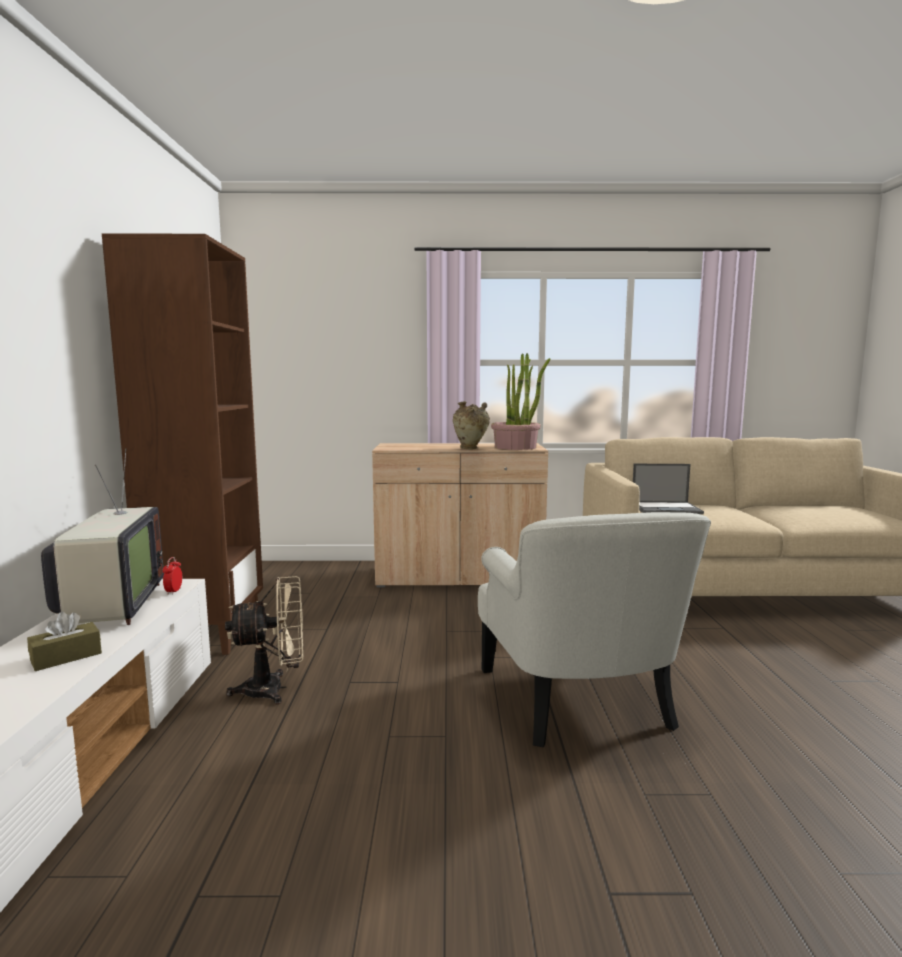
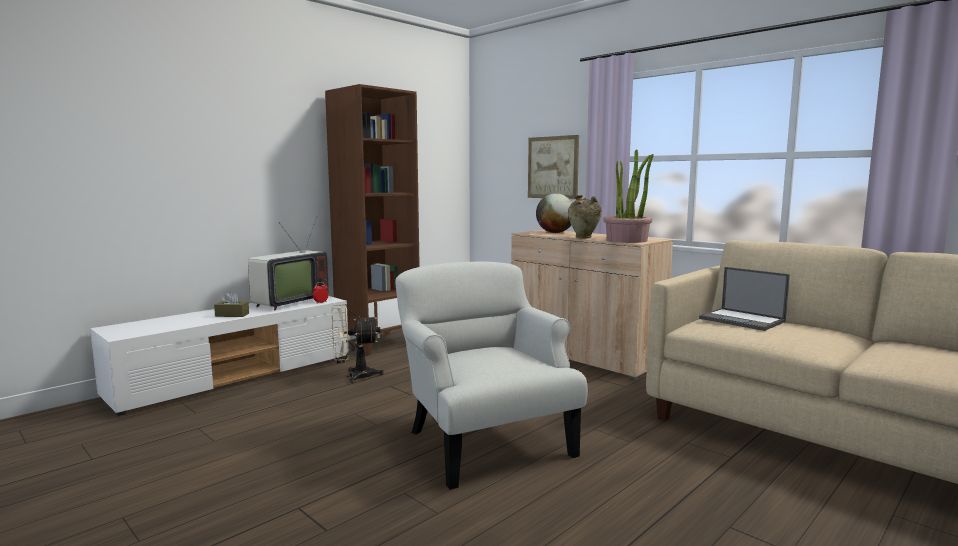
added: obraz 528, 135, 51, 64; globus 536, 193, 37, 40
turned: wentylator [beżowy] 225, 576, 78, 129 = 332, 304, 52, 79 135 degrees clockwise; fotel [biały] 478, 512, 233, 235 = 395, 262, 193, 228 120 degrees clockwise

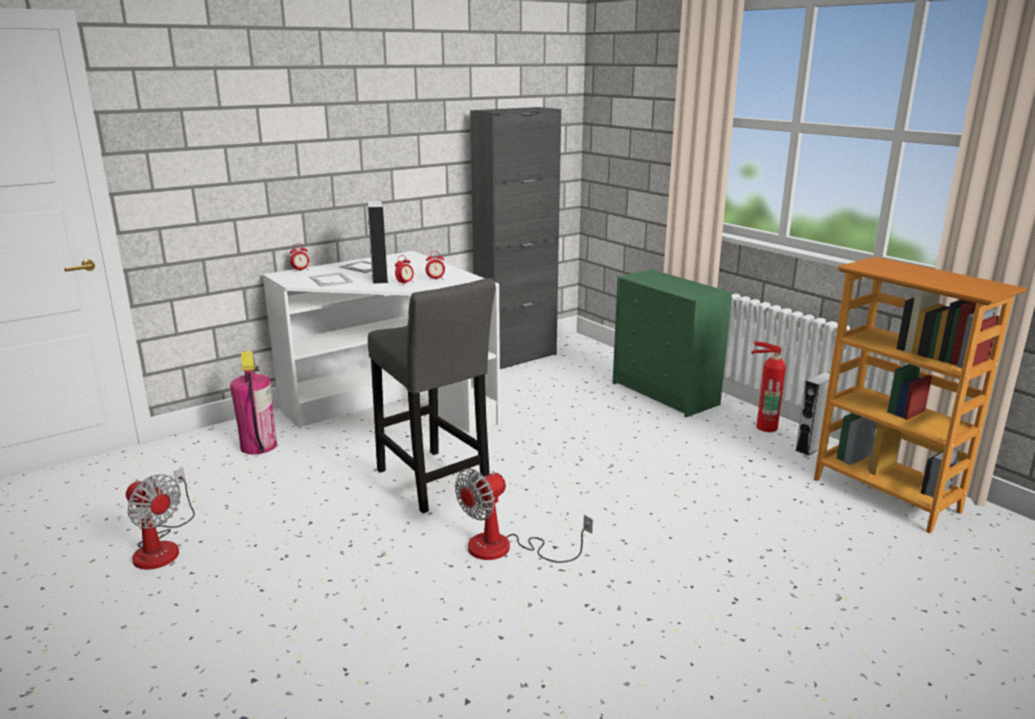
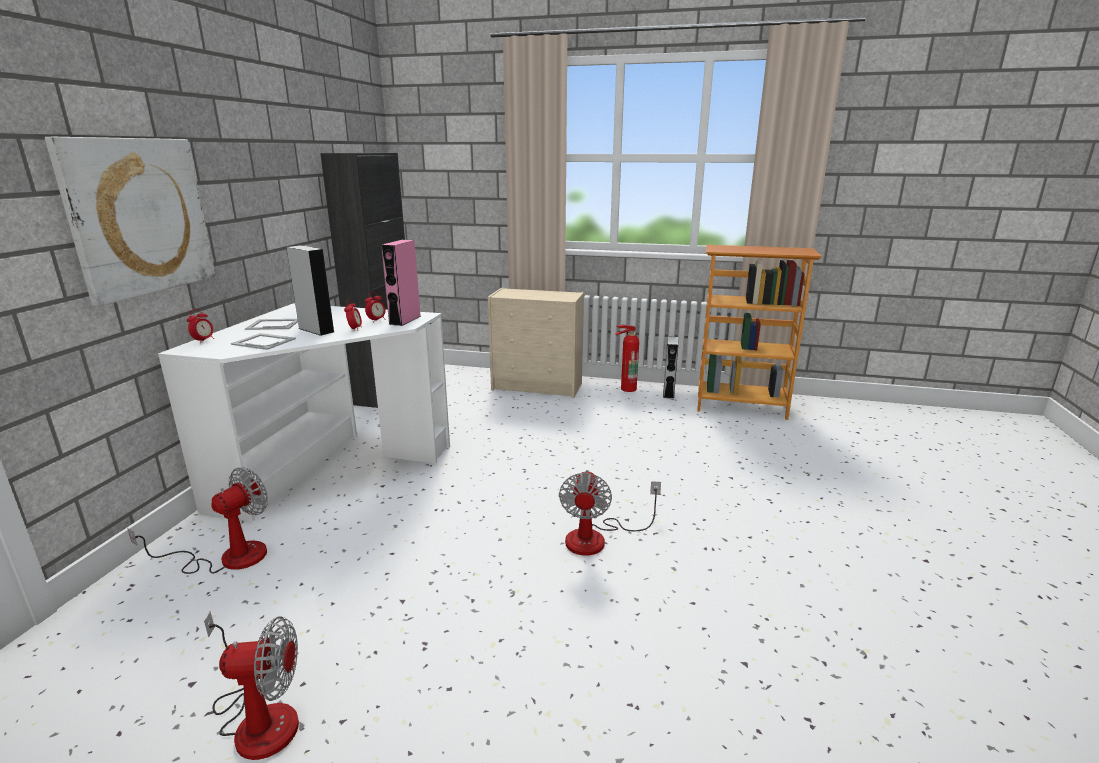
removed: stołek [szary] 368, 278, 128, 235
added: obraz 45, 137, 171, 169; głośnik [różowy] 381, 240, 40, 86
replaced: gaśnica 230, 351, 47, 104 to wentylator 127, 467, 141, 107
recoloured: komoda [zielony] 613, 269, 119, 148 to komoda [beżowy] 488, 288, 96, 110

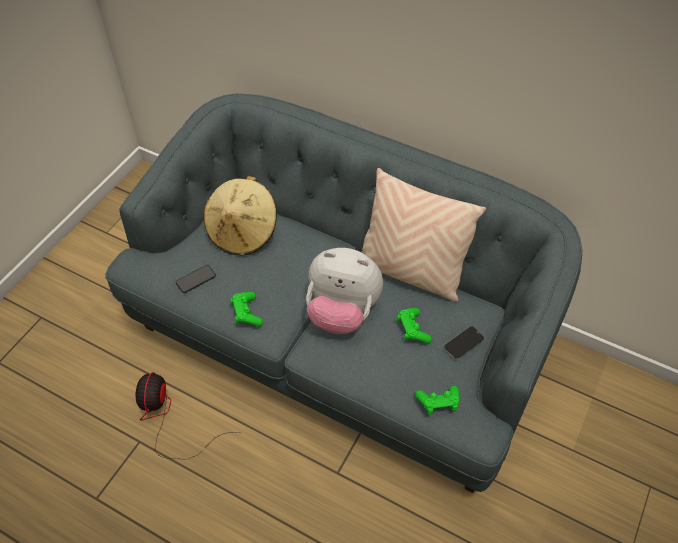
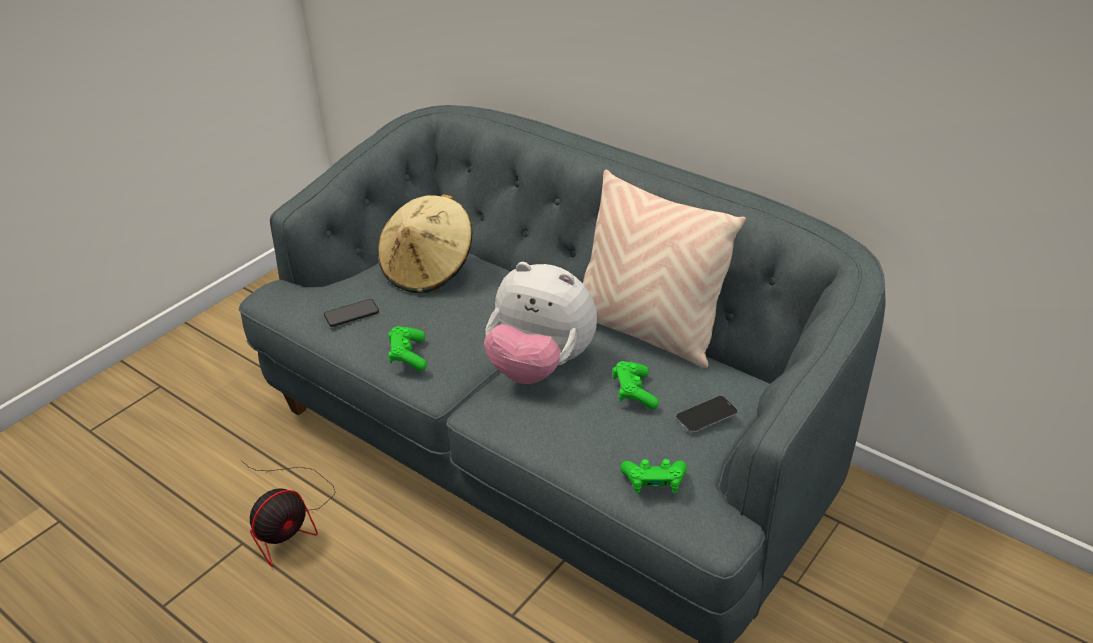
turned: wentylator 135, 372, 104, 88 = 241, 460, 94, 107 150 degrees counterclockwise

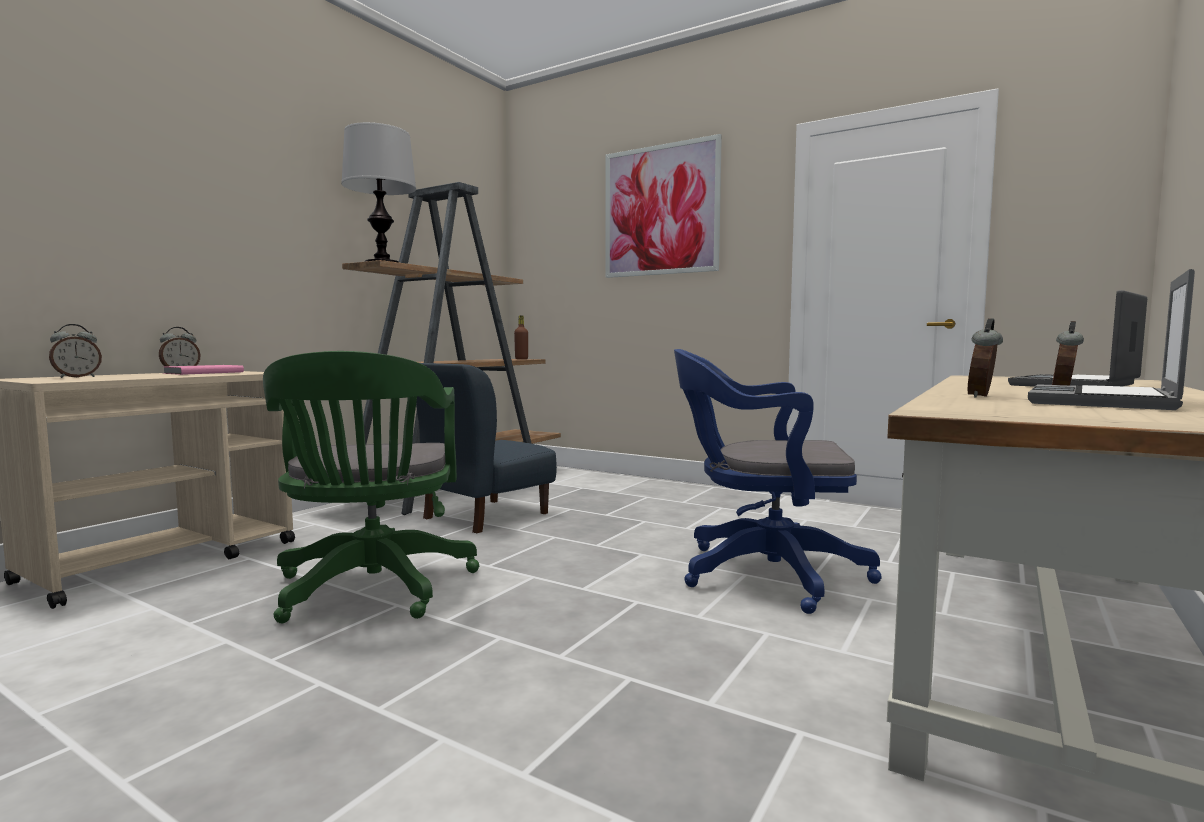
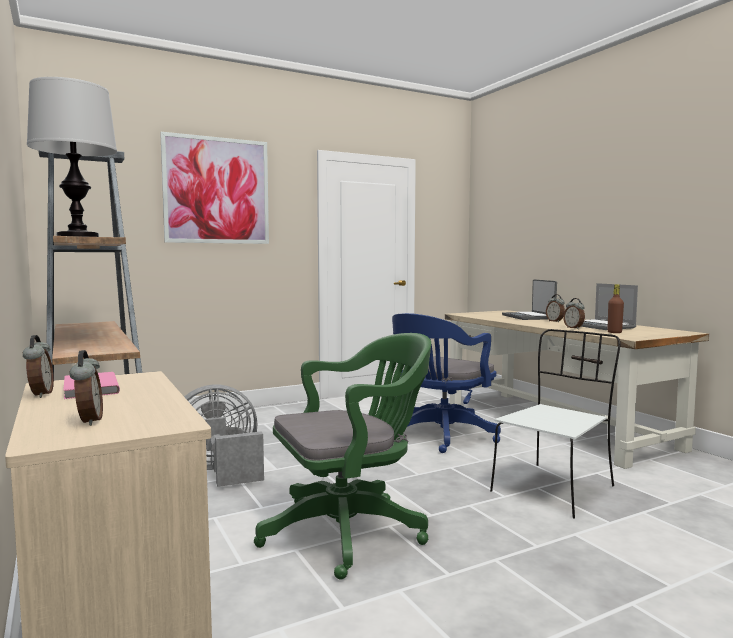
added: krzesło [biały] 490, 329, 131, 190
moved: butelka [brązowy] 514, 315, 14, 44 to 608, 284, 16, 49
replaced: krzesło [niebieski] 416, 363, 141, 170 to wentylator [szary] 184, 385, 80, 102
turned: krzesło biurowe [zielony] 263, 351, 216, 272 = 254, 333, 177, 247 45 degrees counterclockwise

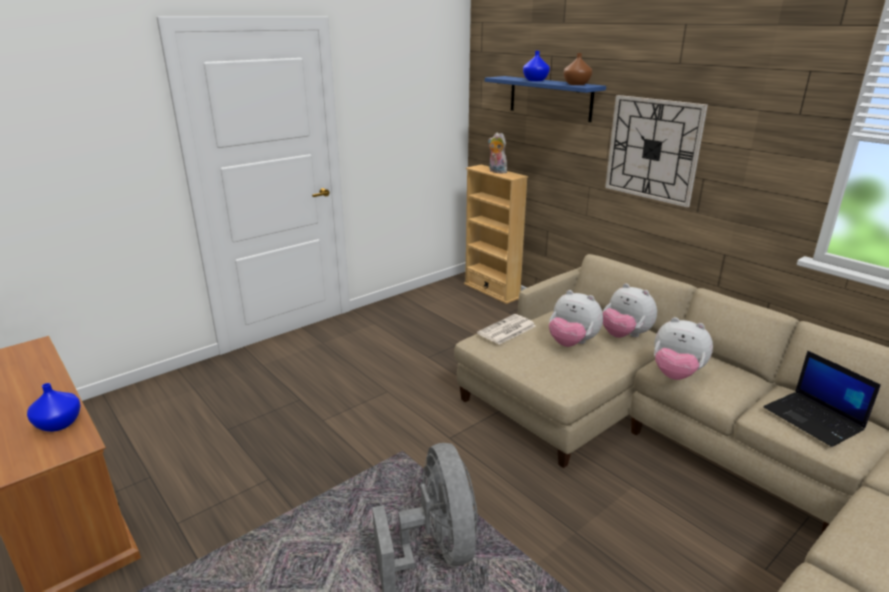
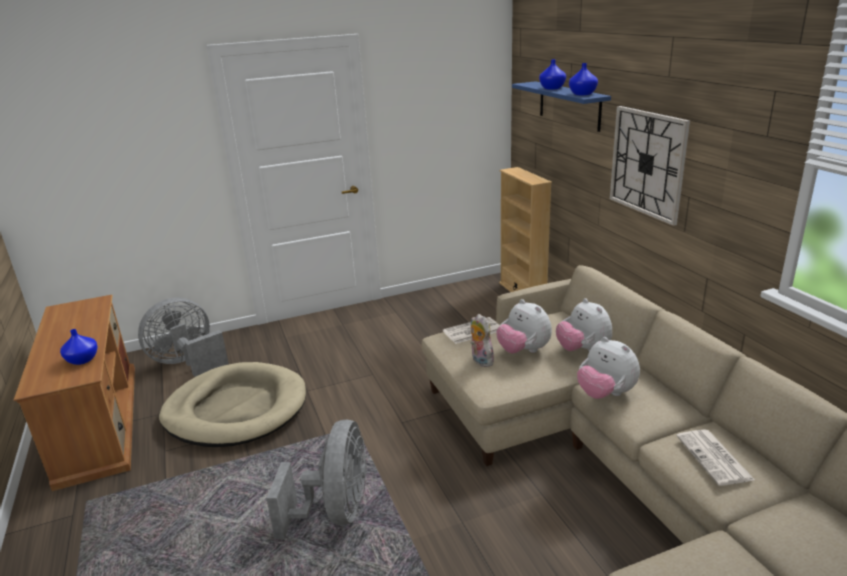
added: wentylator [szary] 138, 297, 91, 80; legowisko [beżowy] 159, 362, 147, 85
moved: pluszak 488, 133, 19, 40 to 471, 314, 23, 53
replaced: laptop 763, 351, 118, 96 to gazeta 676, 429, 79, 57
recoloured: wazon [brązowy] 564, 53, 28, 32 to wazon [niebieski] 569, 63, 29, 32

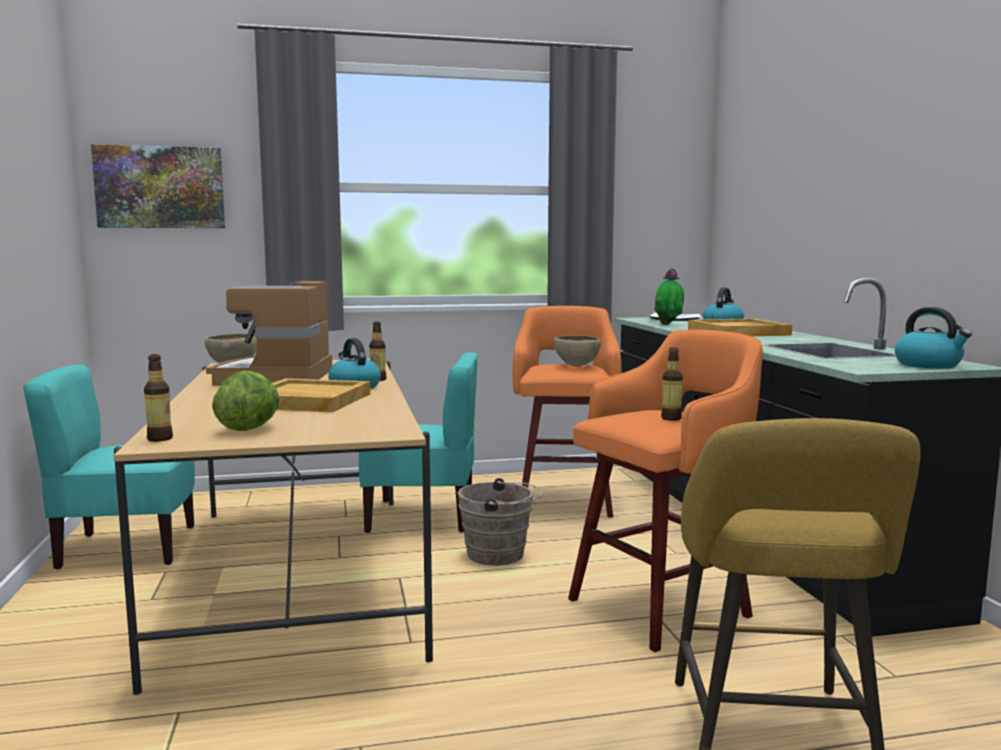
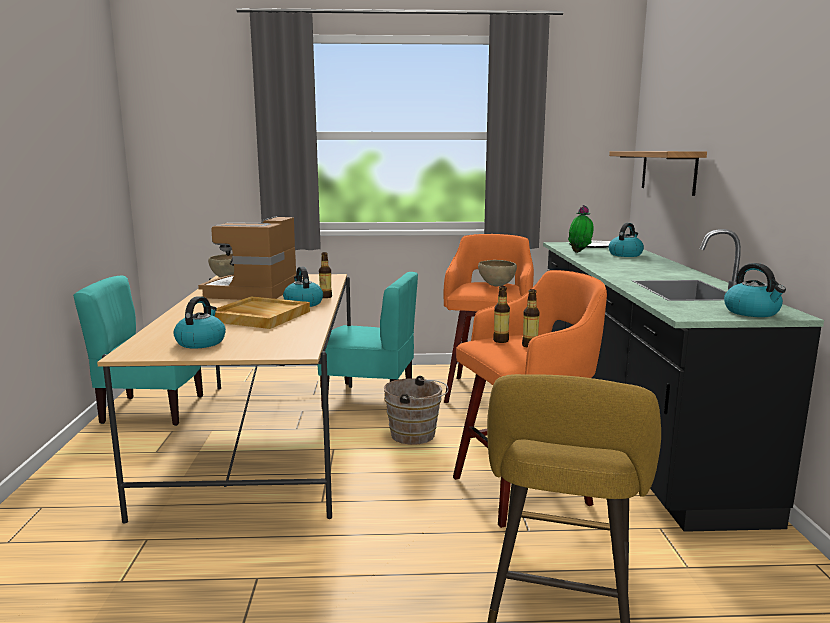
removed: obraz 91, 144, 134, 84; taca [beżowy] 688, 318, 104, 18
added: półka 609, 151, 98, 45
moved: butelka 144, 354, 29, 88 to 493, 286, 17, 57
replaced: sałata 212, 370, 67, 61 to czajnik 173, 296, 53, 52

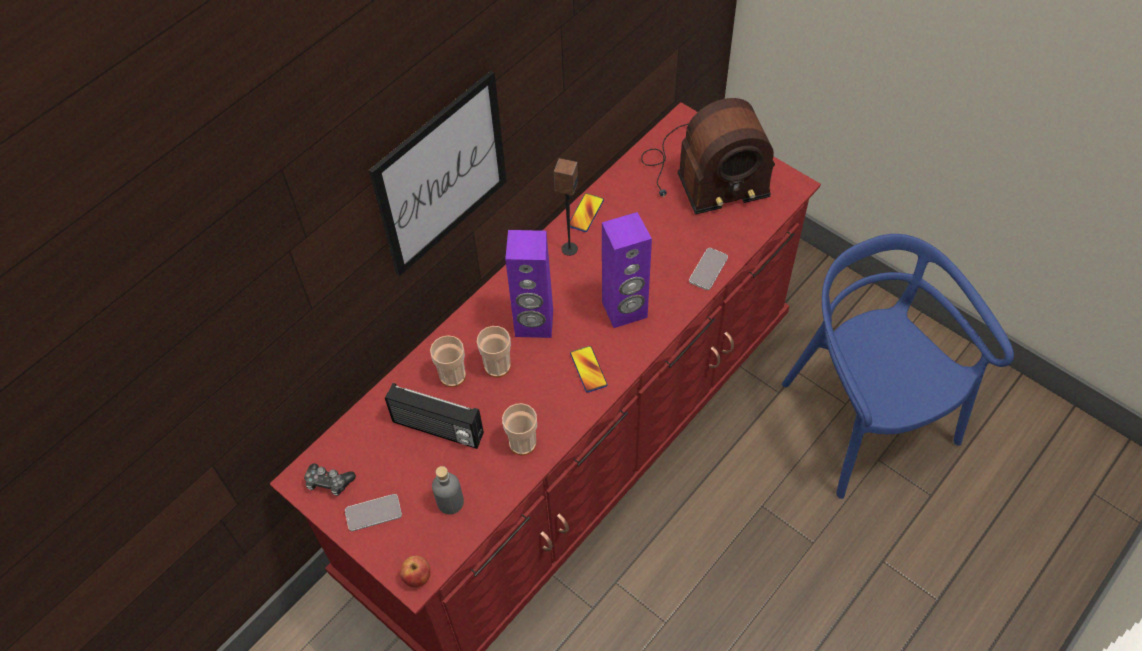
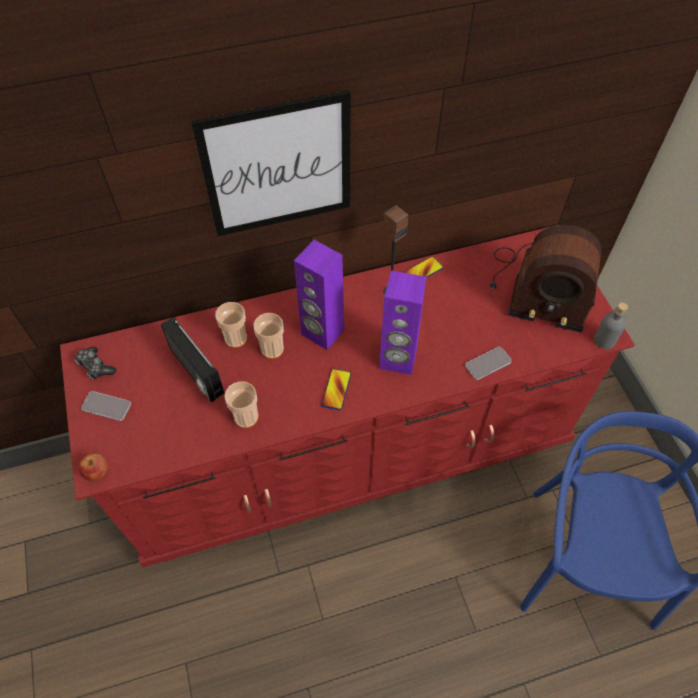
moved: butelka [szary] 432, 466, 32, 48 to 594, 302, 34, 47

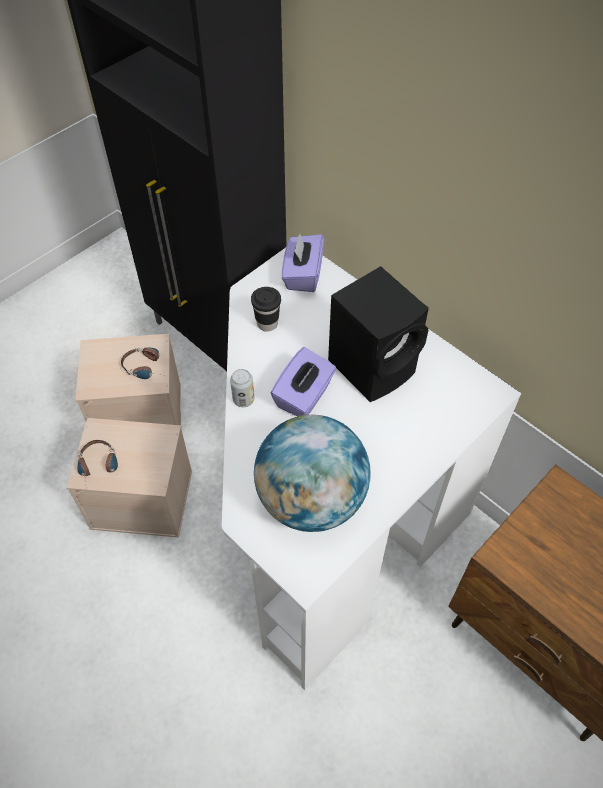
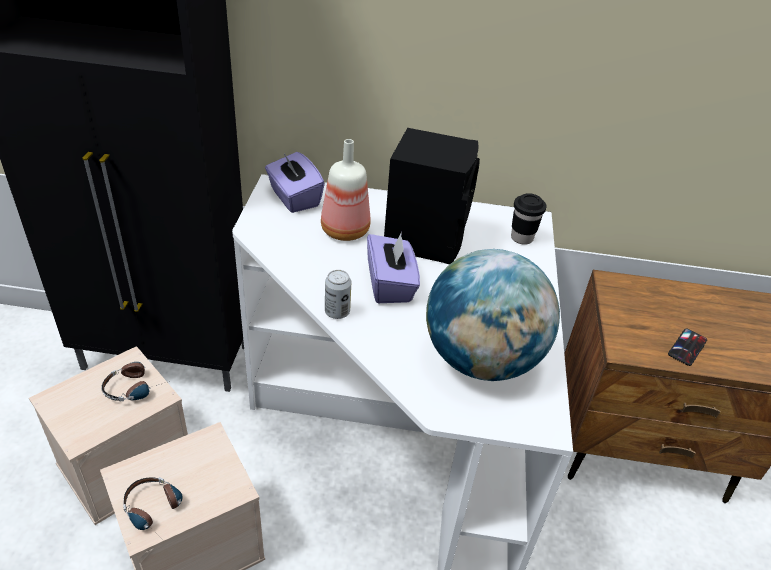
added: butelka 321, 139, 49, 102; telefon 668, 328, 39, 38
moved: filiżanka [czarny] 251, 287, 30, 44 to 511, 193, 36, 52

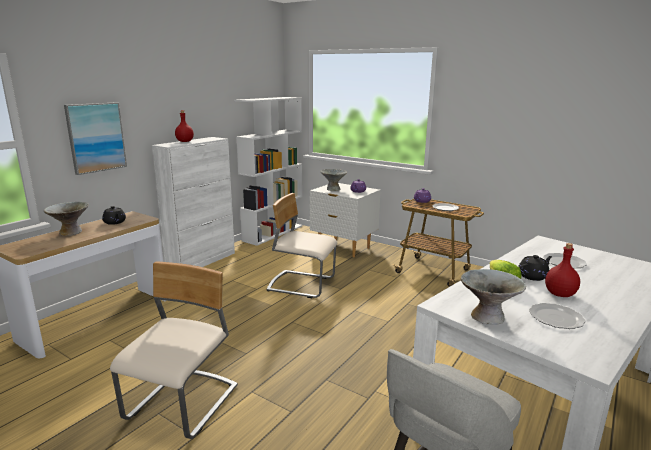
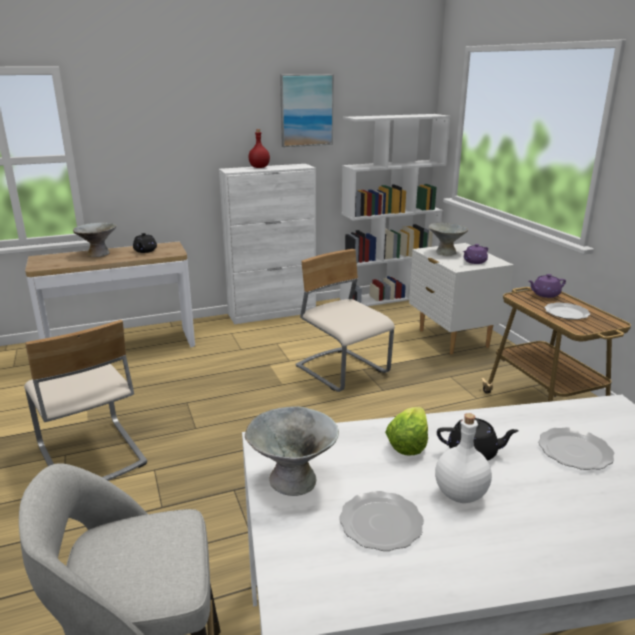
moved: obraz 64, 102, 63, 73 to 280, 74, 54, 73
recoloured: butelka [czerwony] 545, 243, 35, 54 to butelka [biały] 435, 413, 57, 90
turned: krzesło [beżowy] 110, 261, 128, 178 = 24, 320, 123, 160 90 degrees clockwise

